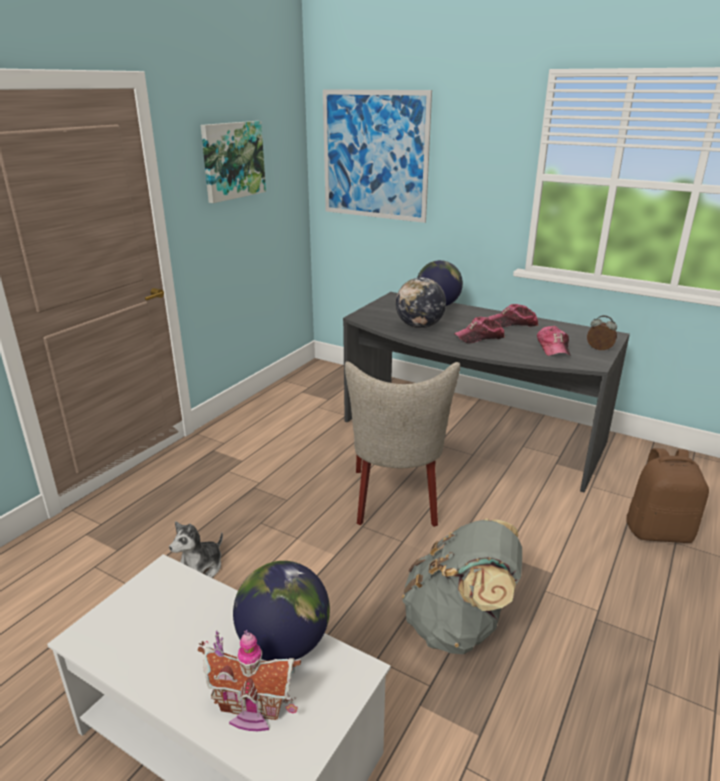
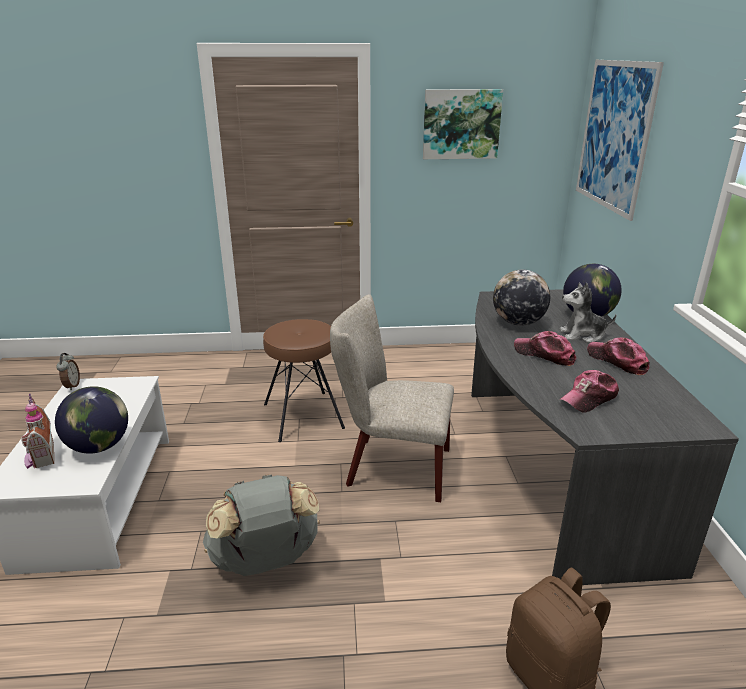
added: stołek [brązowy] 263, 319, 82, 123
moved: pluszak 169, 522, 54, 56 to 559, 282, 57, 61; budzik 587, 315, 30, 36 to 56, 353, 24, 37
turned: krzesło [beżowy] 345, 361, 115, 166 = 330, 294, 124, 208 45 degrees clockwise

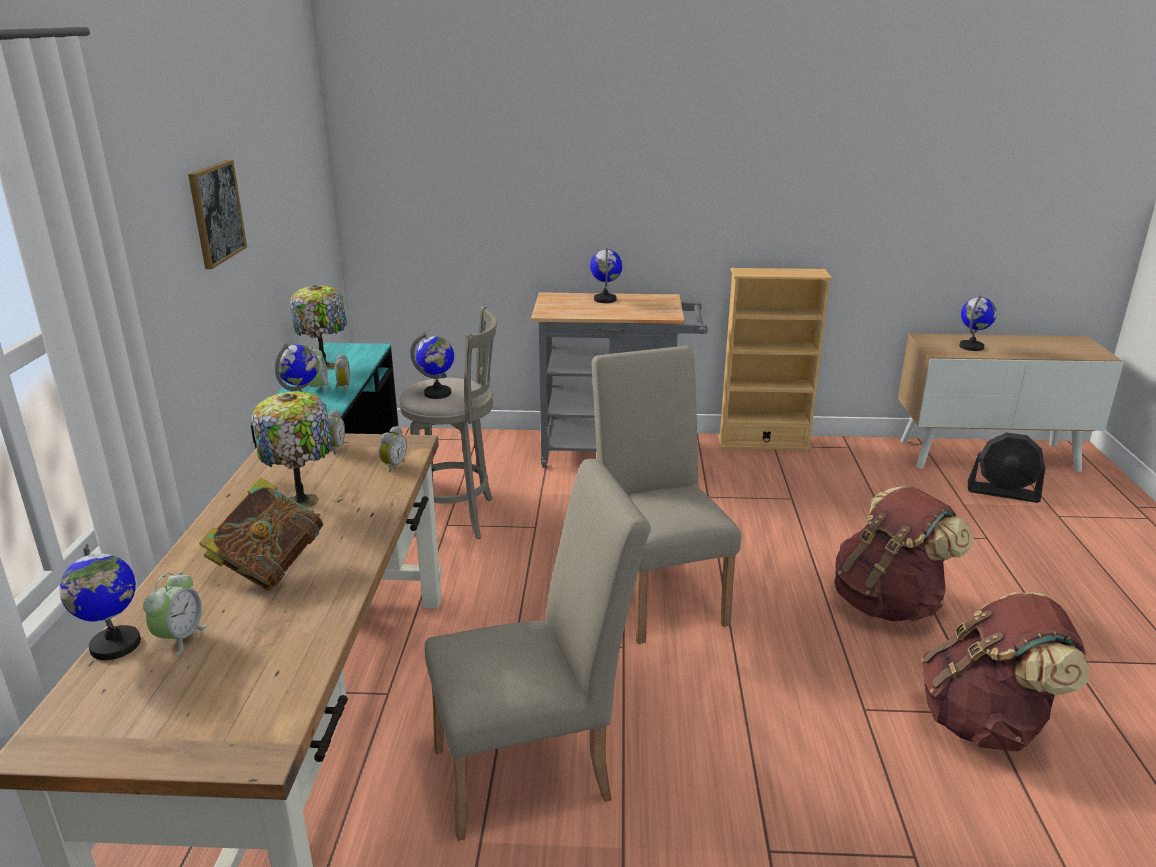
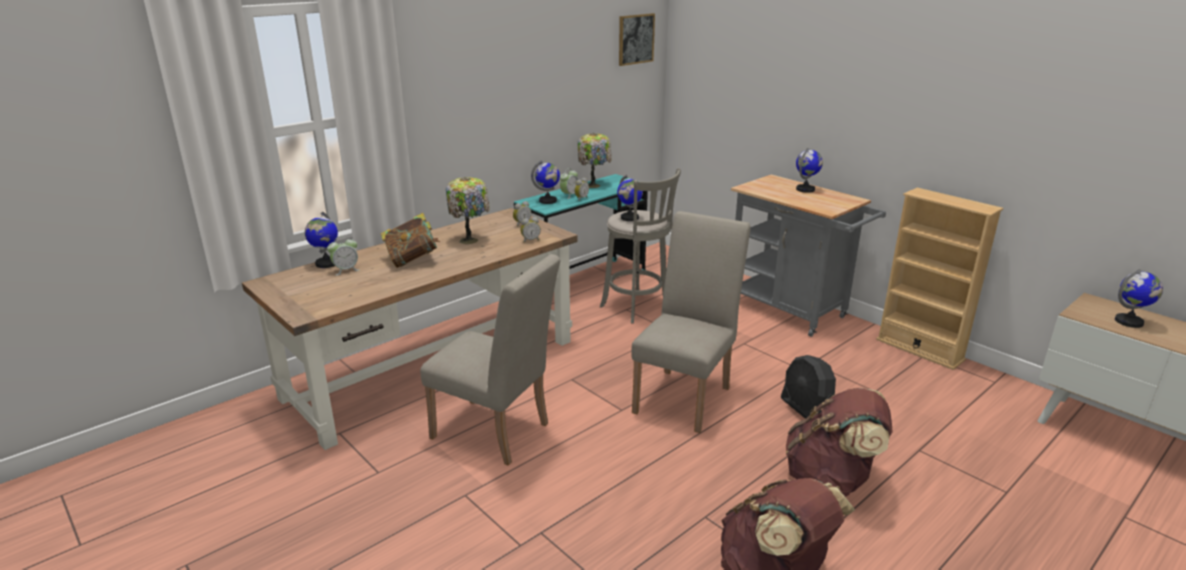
moved: obraz 188, 160, 59, 109 to 619, 13, 36, 53; wentylator [czarny] 968, 432, 77, 71 to 781, 355, 55, 64

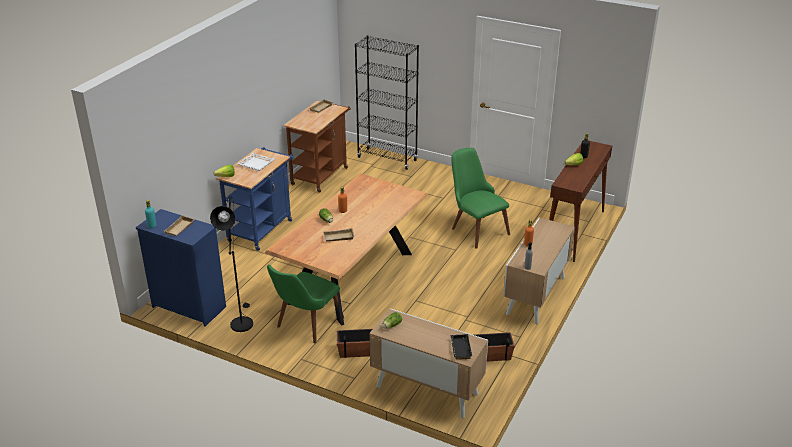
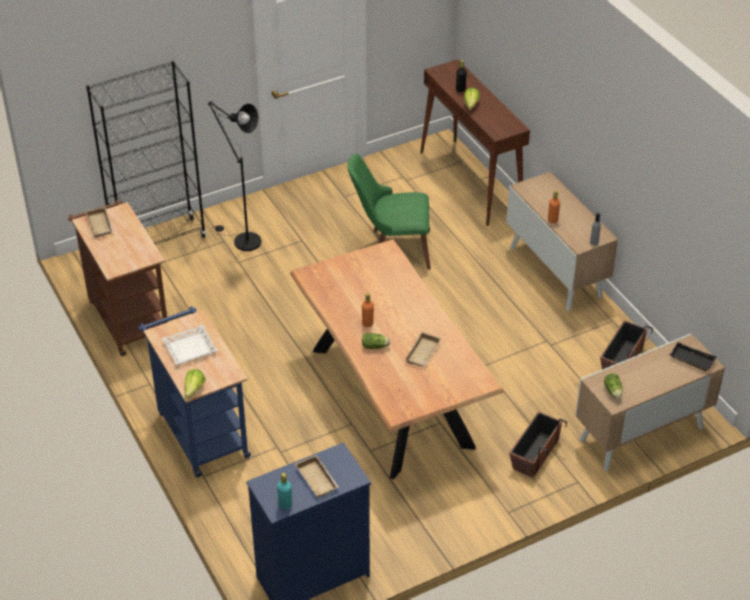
removed: krzesło [zielony] 267, 264, 77, 79
moved: lampa stojąca [czarny] 210, 197, 43, 135 to 208, 101, 53, 150

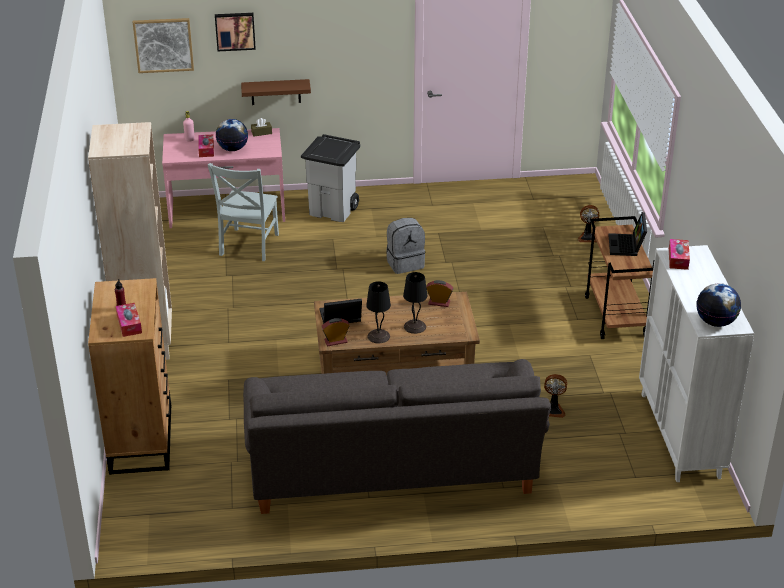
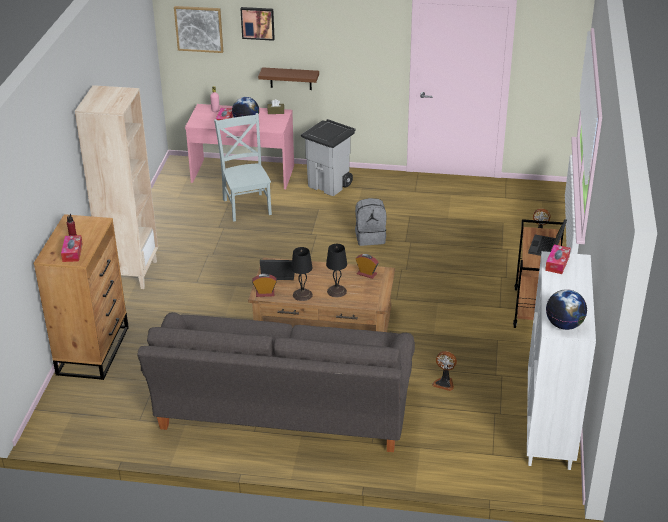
turned: krzesło [szary] 208, 163, 71, 98 = 214, 113, 58, 109 135 degrees clockwise

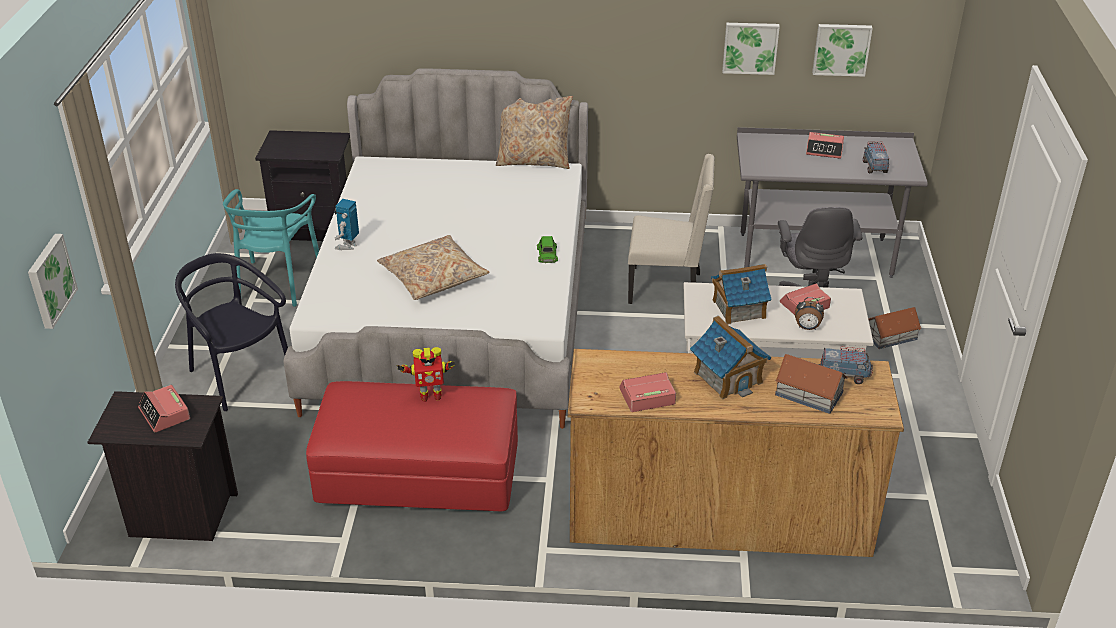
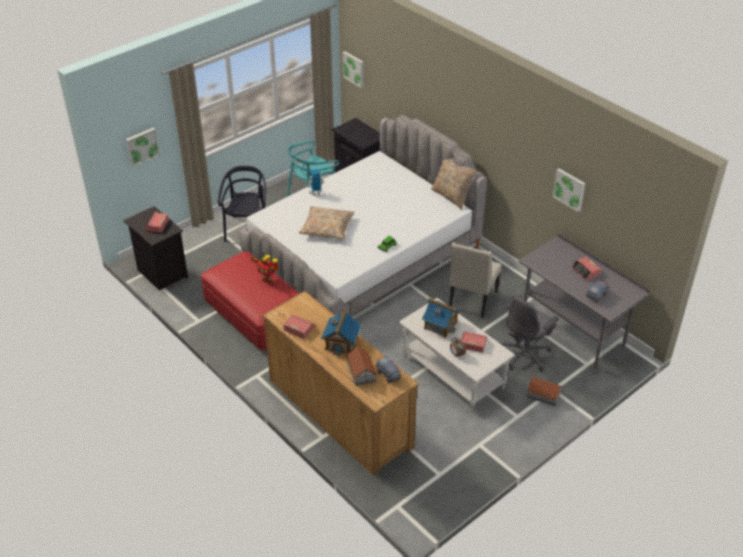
moved: obraz 812, 24, 61, 53 to 342, 51, 22, 37
turned: krzesło [beżowy] 628, 154, 87, 150 = 449, 242, 53, 76 60 degrees clockwise

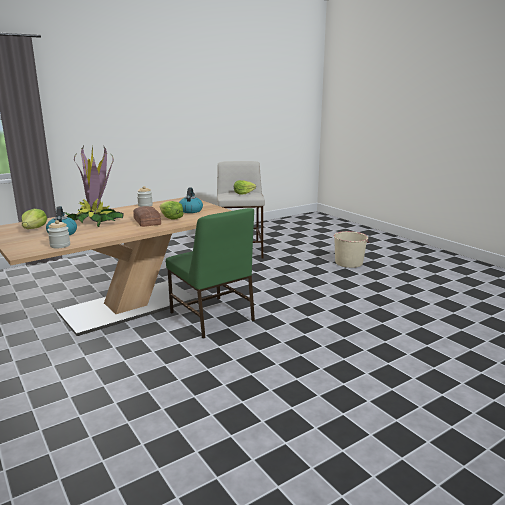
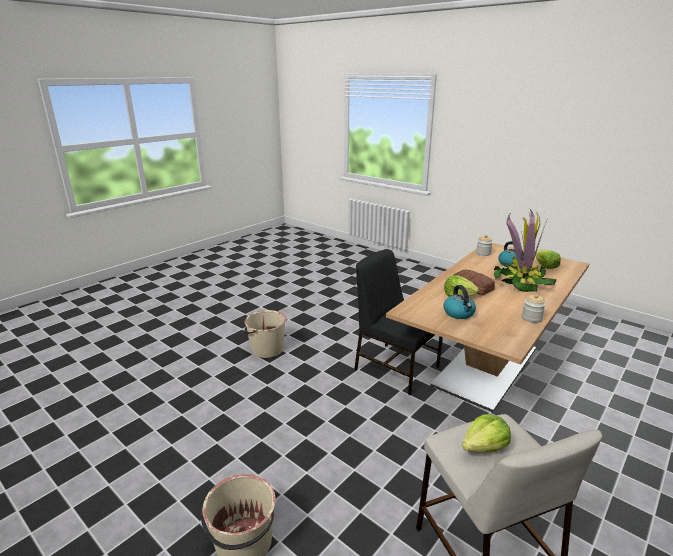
added: wiadro [beżowy] 244, 310, 42, 48
recoloured: krzesło [zielony] 166, 208, 89, 131 to krzesło [czarny] 354, 249, 89, 146

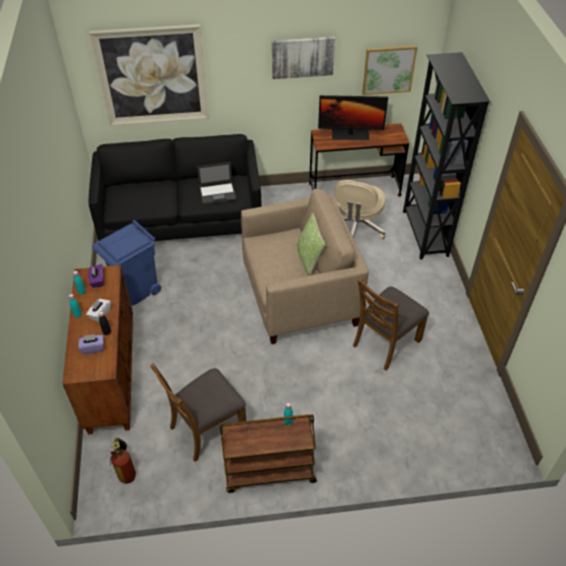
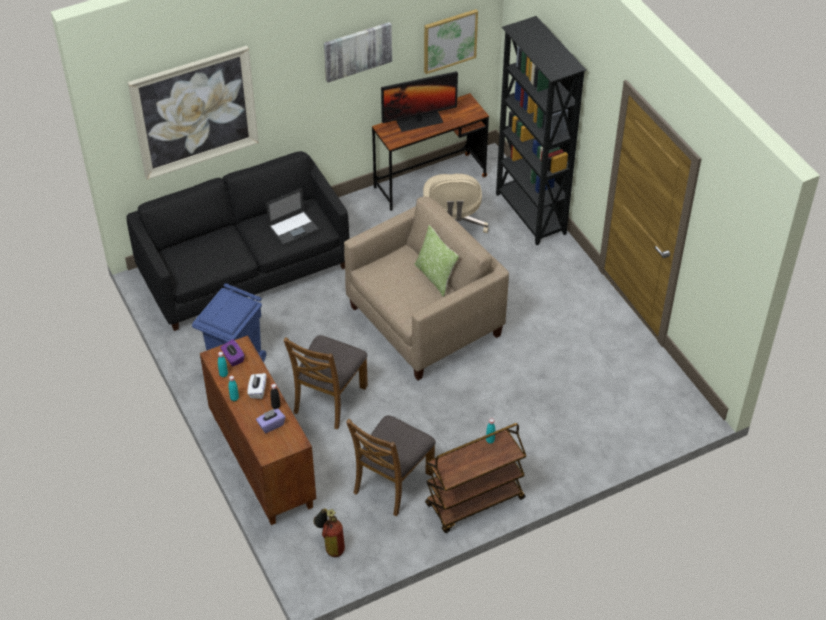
moved: krzesło [brązowy] 353, 278, 76, 93 to 283, 335, 85, 95

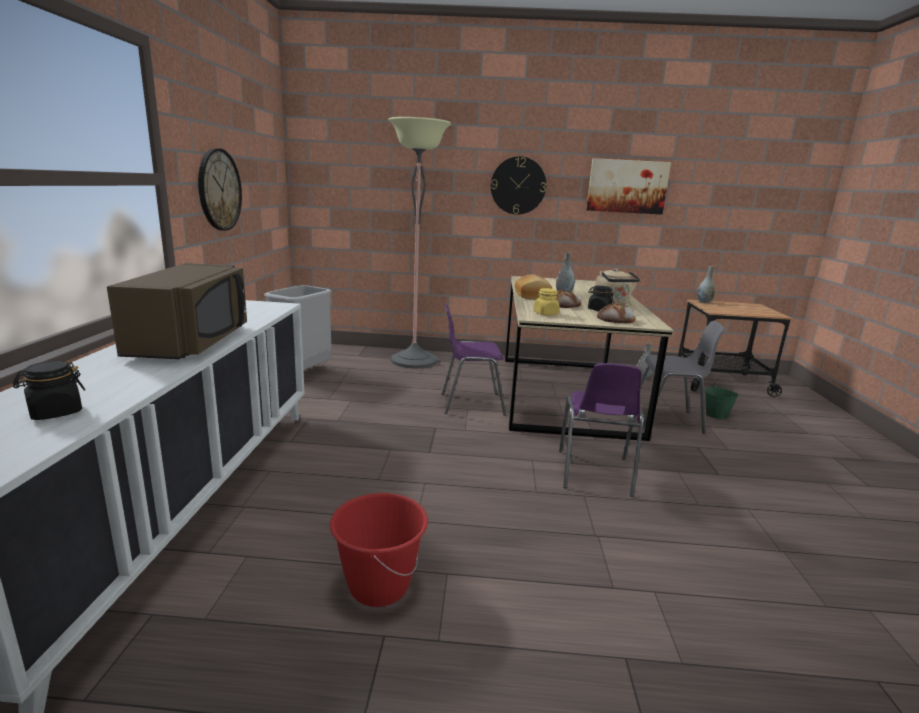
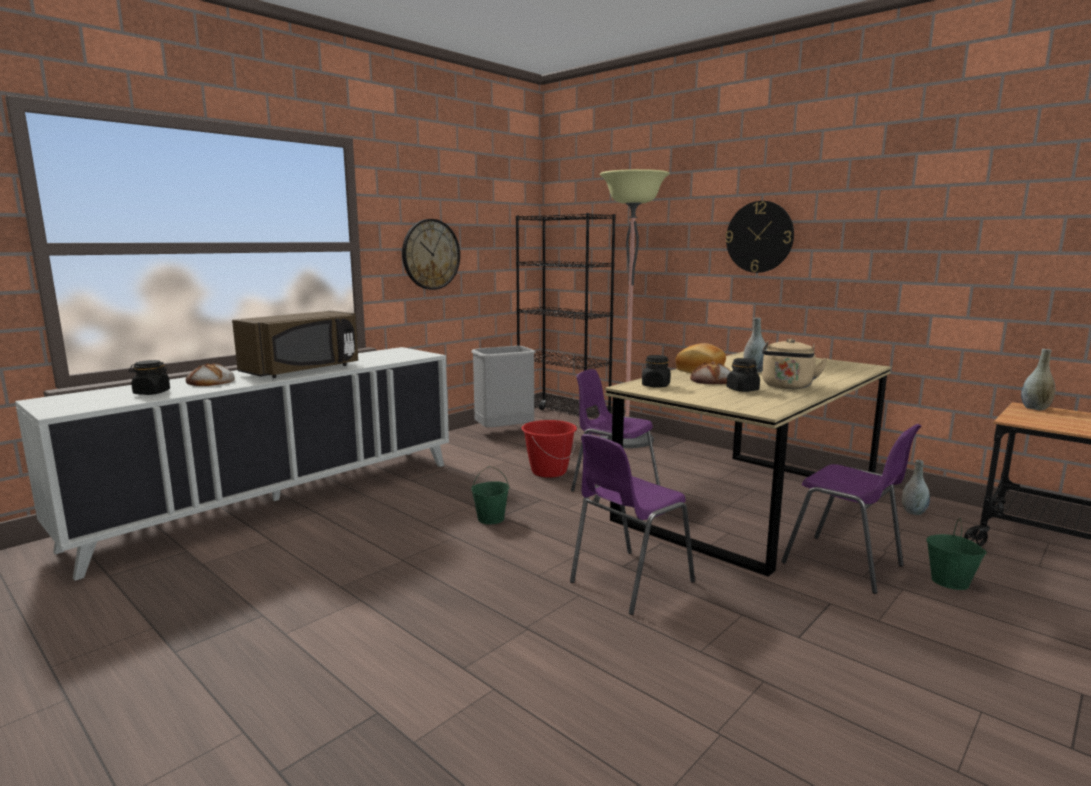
removed: obraz 586, 158, 85, 57
added: wiadro [zielony] 471, 466, 38, 58; regał [czarny] 516, 213, 100, 204
moved: wiadro [czerwony] 330, 493, 98, 114 to 522, 420, 55, 58; chleb 597, 303, 39, 20 to 186, 363, 49, 23
recoloured: słoik [żółty] 534, 288, 26, 28 to słoik [czarny] 642, 355, 29, 33; krzesło [szary] 640, 321, 85, 113 to krzesło [fioletowy] 781, 424, 140, 170

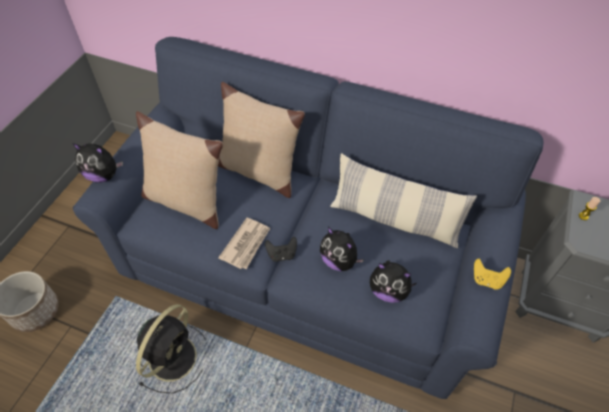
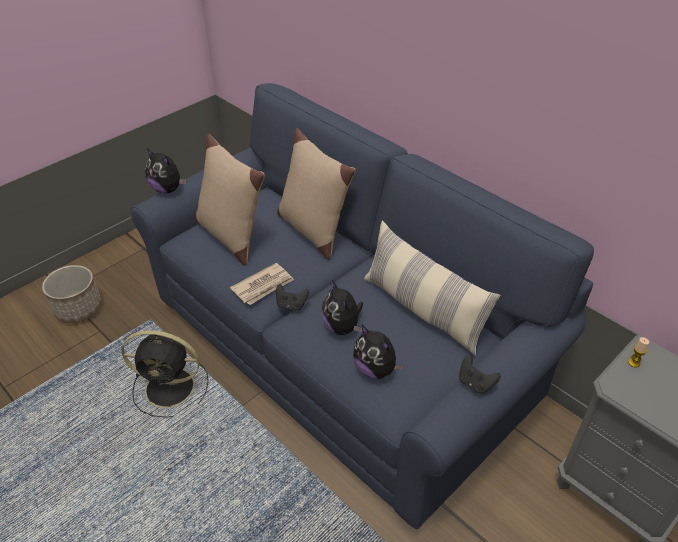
recoloured: pad do gier [żółty] 474, 259, 37, 31 to pad do gier [czarny] 459, 355, 42, 39
turned: wentylator [czarny] 136, 304, 70, 89 = 122, 330, 86, 88 45 degrees clockwise

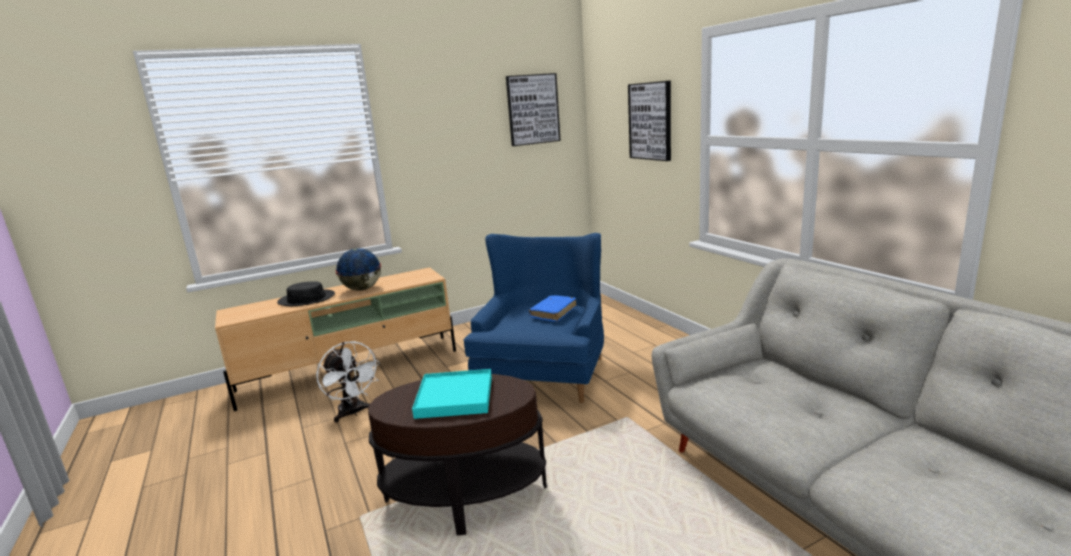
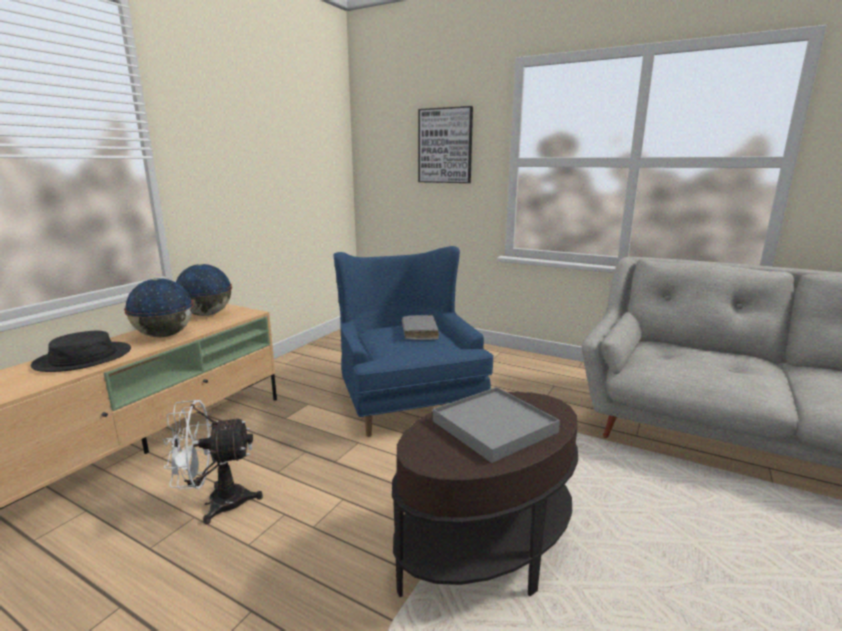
removed: obraz 506, 73, 55, 73
added: globus 176, 264, 56, 52
recoloured: taca [turkusowy] 412, 369, 80, 50 to taca [szary] 433, 387, 127, 76; książka [niebieski] 529, 295, 47, 27 to książka [szary] 402, 315, 37, 25
turned: wentylator [biały] 316, 341, 64, 82 = 163, 400, 100, 124 150 degrees clockwise

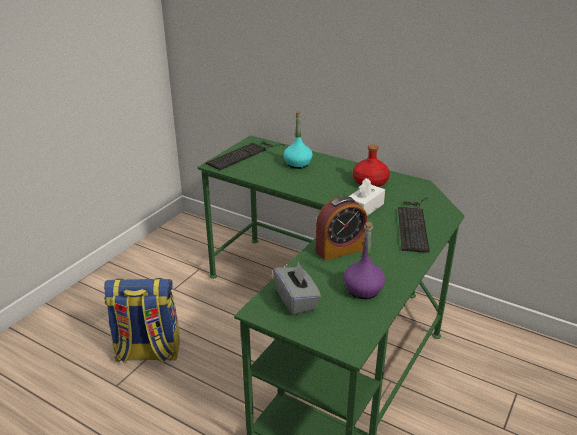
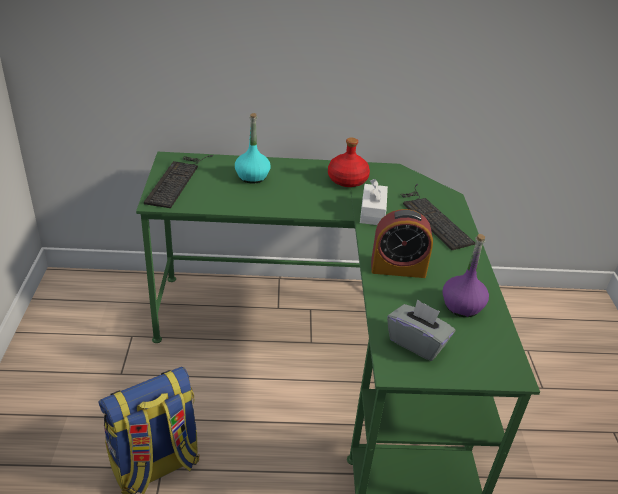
turned: budzik 316, 196, 52, 65 = 371, 209, 62, 69 60 degrees clockwise

